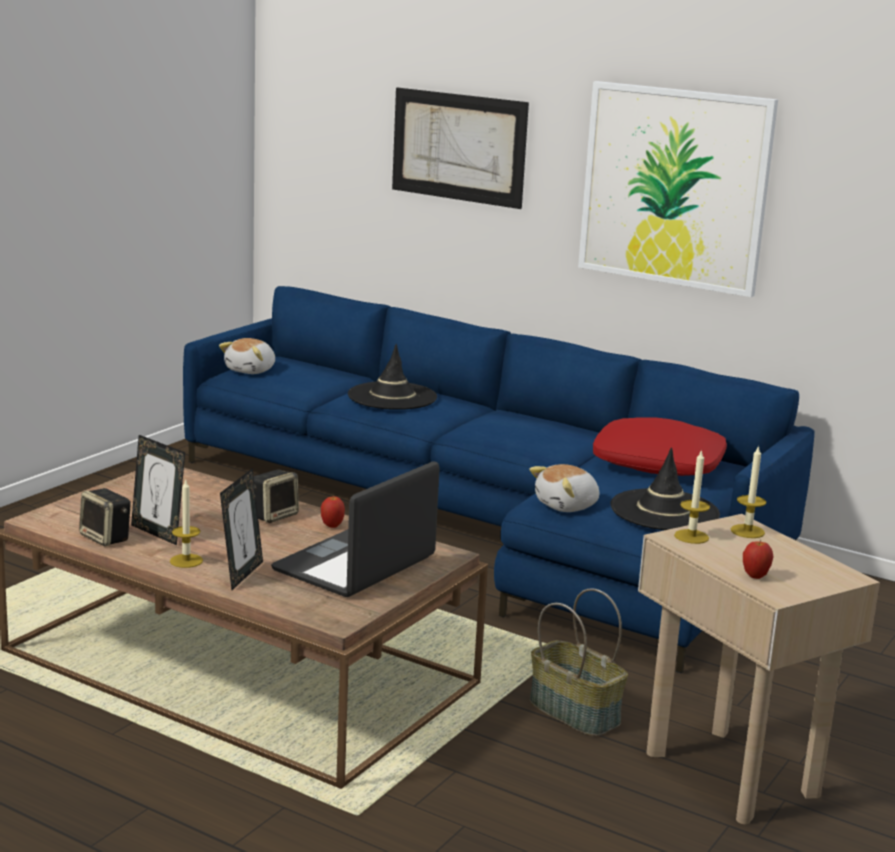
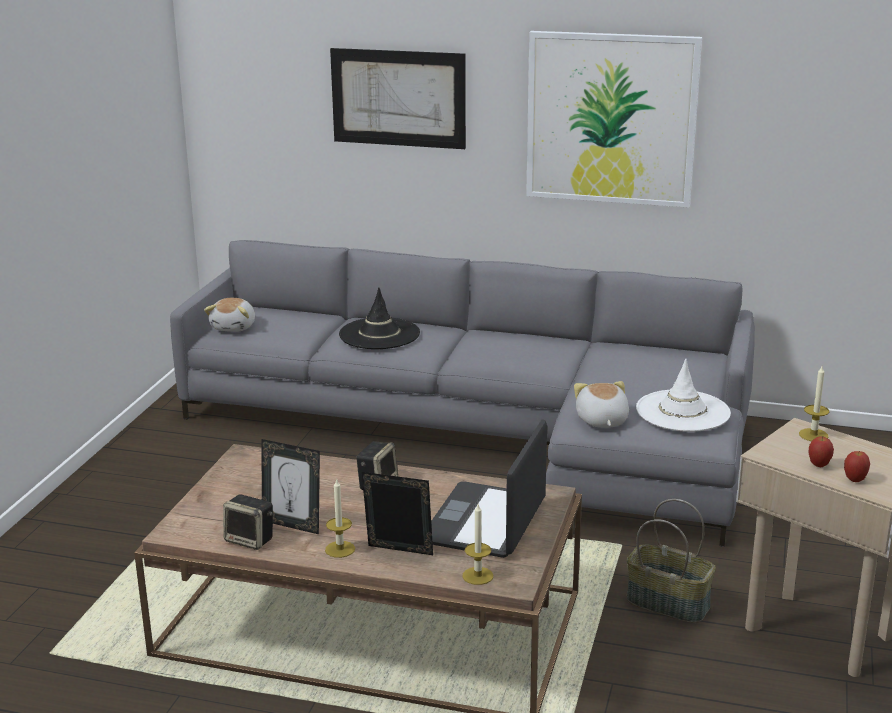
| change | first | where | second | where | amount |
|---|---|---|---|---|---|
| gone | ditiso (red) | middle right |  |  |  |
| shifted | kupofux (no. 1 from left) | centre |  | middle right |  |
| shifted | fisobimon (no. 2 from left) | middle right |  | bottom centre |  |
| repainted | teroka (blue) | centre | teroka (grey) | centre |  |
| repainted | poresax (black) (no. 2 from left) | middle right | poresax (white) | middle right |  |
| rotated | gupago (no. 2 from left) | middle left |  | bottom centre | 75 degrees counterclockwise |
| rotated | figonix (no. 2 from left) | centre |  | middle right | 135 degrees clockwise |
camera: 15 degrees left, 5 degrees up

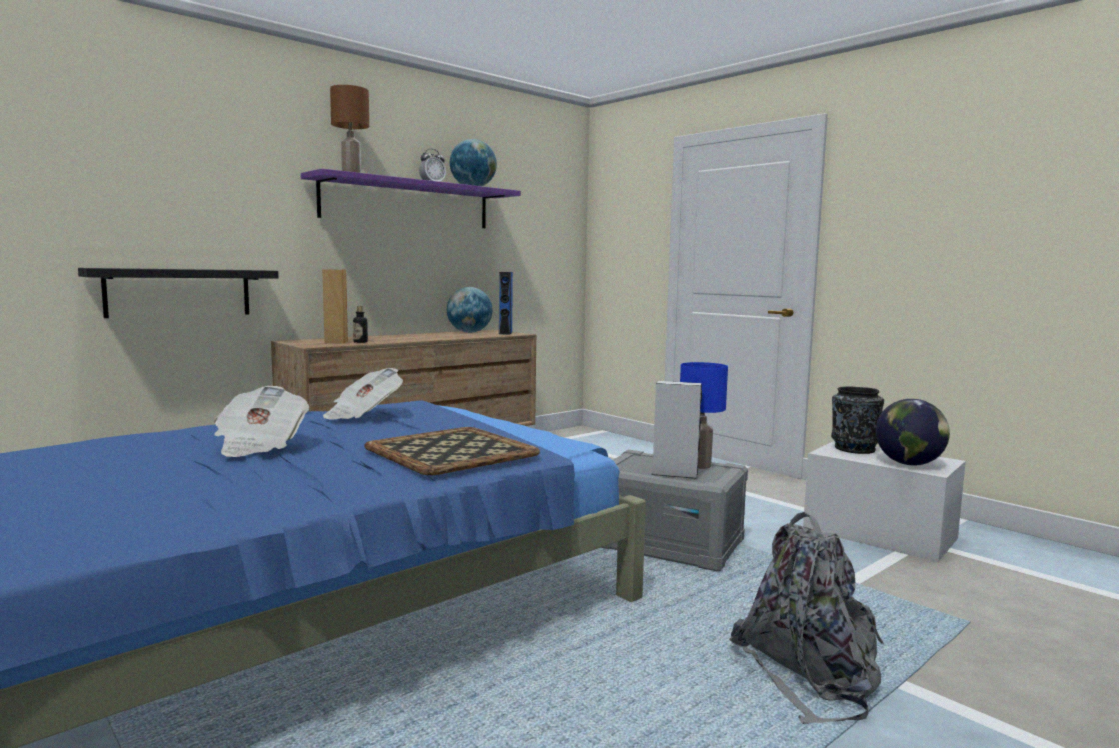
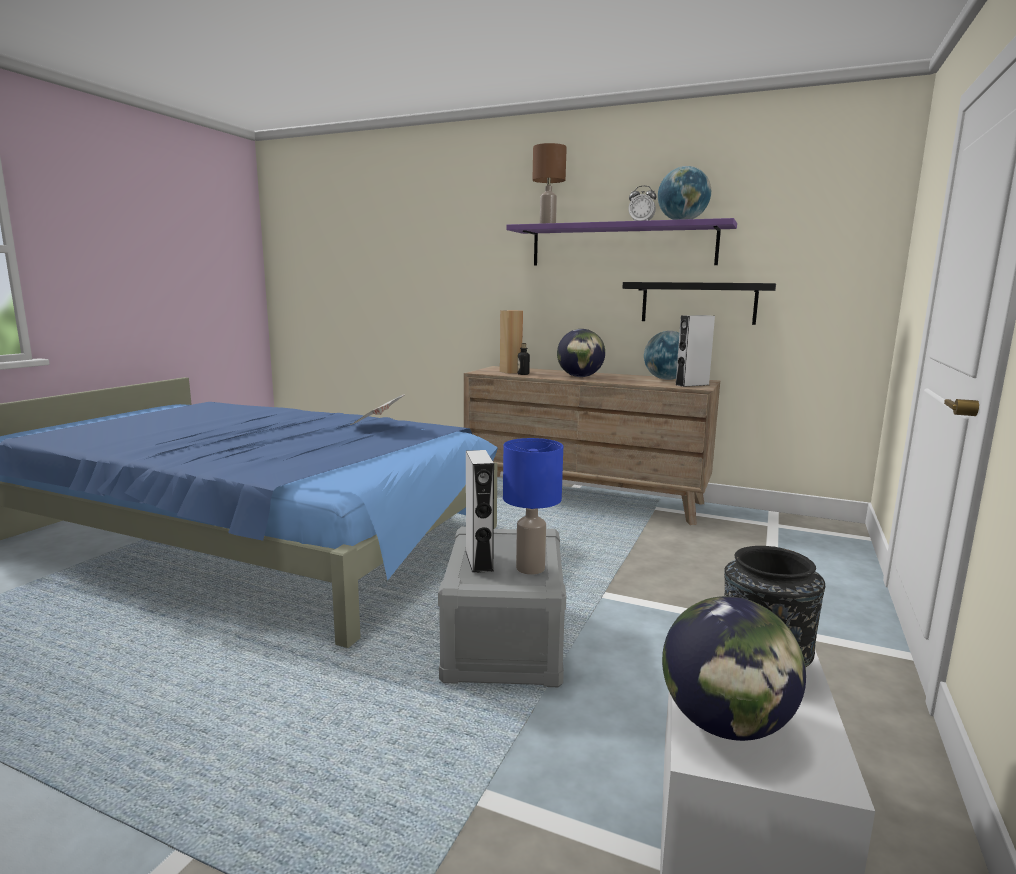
| change | first | where | second | where | amount |
|---|---|---|---|---|---|
| gone | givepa (no. 1 from left) | middle left |  |  |  |
| gone | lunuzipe | centre |  |  |  |
| gone | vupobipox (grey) | bottom right |  |  |  |
| new |  |  | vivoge (no. 1 from left) | centre |  |
| shifted | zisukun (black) | middle left |  | middle right |  |
| repainted | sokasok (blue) | centre | sokasok (grey) (no. 2 from left) | middle right |  |
camera: 65 degrees right, 5 degrees up

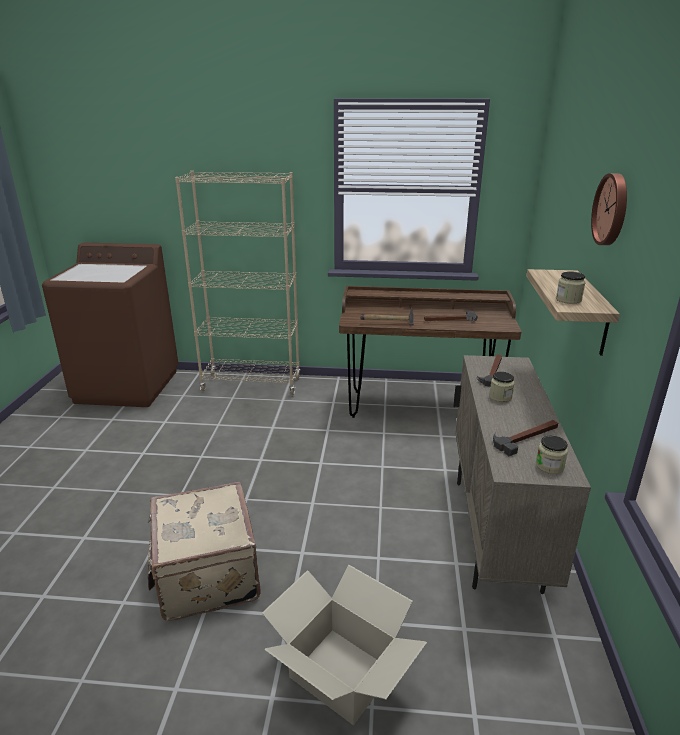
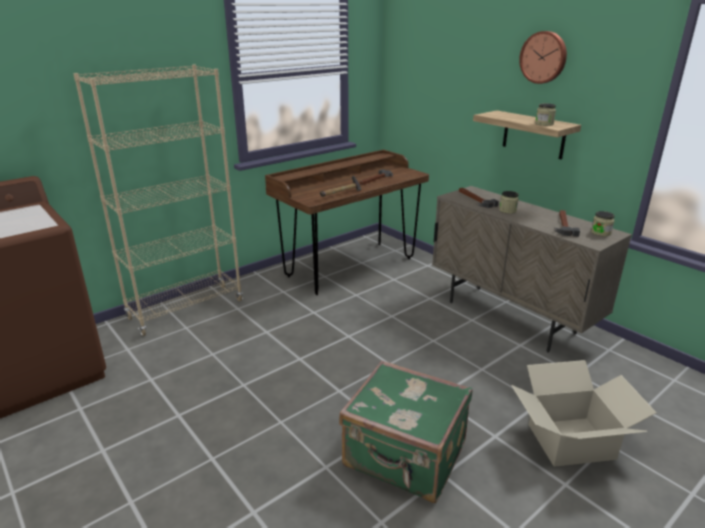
| change | first | where | second | where | amount |
|---|---|---|---|---|---|
| repainted | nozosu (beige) | bottom left | nozosu (green) | bottom centre |  |
camera: 45 degrees left, 0 degrees up

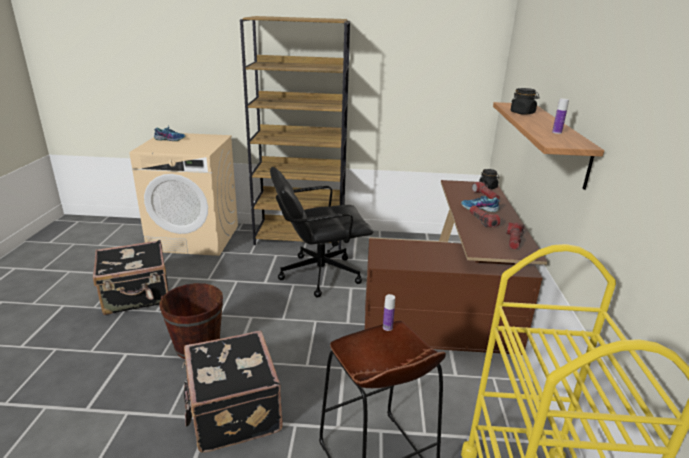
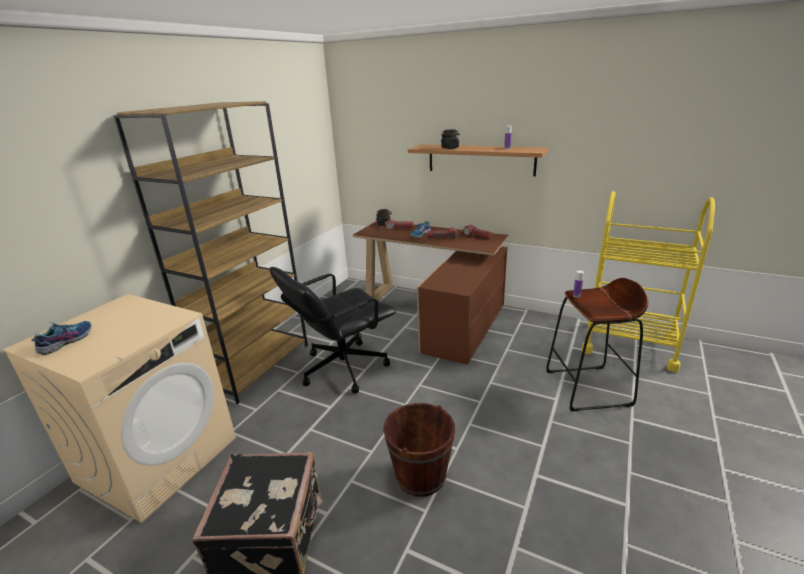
| change | first | where | second | where | amount |
|---|---|---|---|---|---|
| gone | nozosu (black) (no. 2 from left) | bottom centre |  |  |  |
| rotated | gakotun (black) | centre |  | centre | 45 degrees clockwise |
camera: 65 degrees left, 0 degrees up

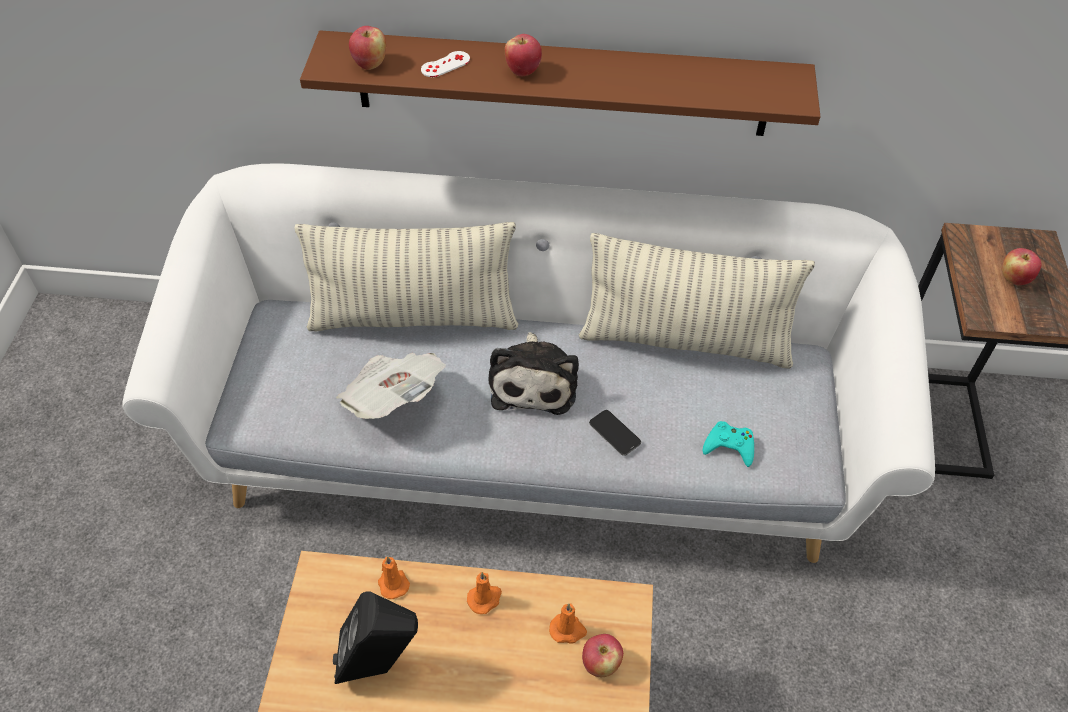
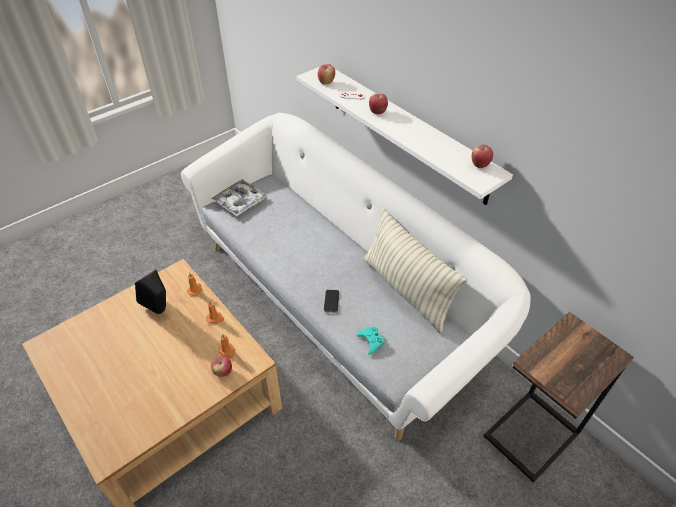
| change | first | where | second | where | amount |
|---|---|---|---|---|---|
| gone | ditiso (no. 1 from left) | centre |  |  |  |
| gone | givepa | centre |  |  |  |
| gone | figonix | centre |  |  |  |
| new |  |  | lunuzipe | centre |  |
| shifted | kupofux (no. 4 from left) | middle right |  | top right |  |
| repainted | zisukun (brown) | top centre | zisukun (white) | top centre |  |
camera: 45 degrees right, 5 degrees down

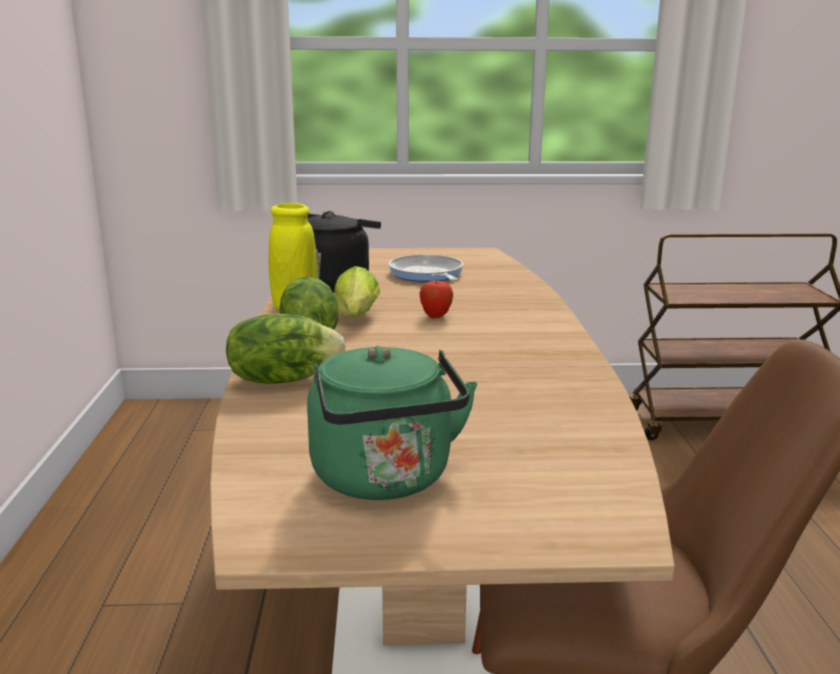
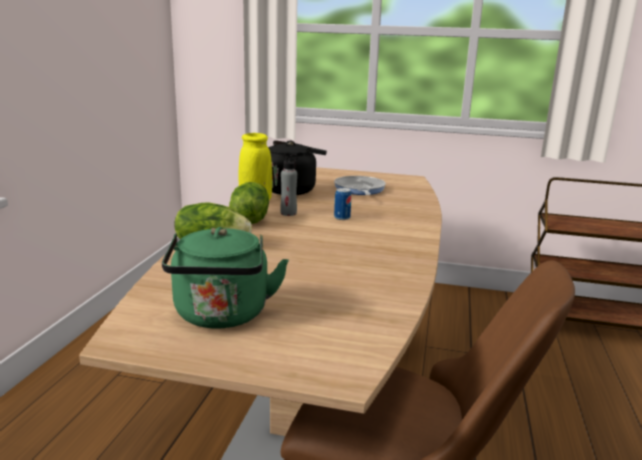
| change | first | where | second | where | amount |
|---|---|---|---|---|---|
| swapped | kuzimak (no. 3 from left) | centre | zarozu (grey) | centre |  |
| swapped | kupofux | centre | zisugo | centre |  |
camera: 15 degrees right, 0 degrees up

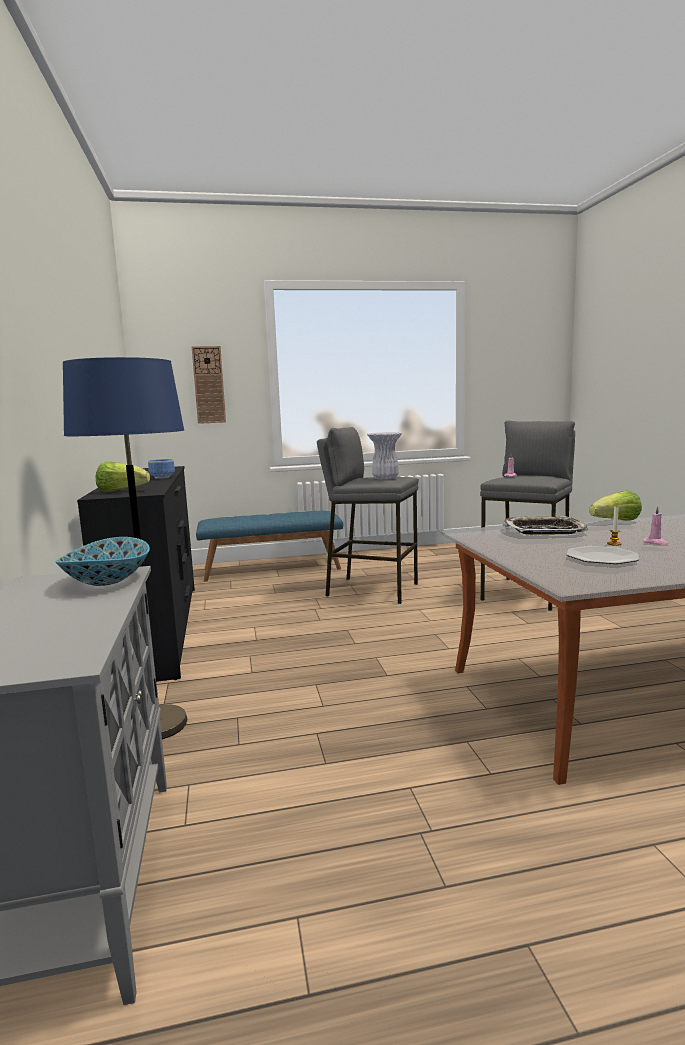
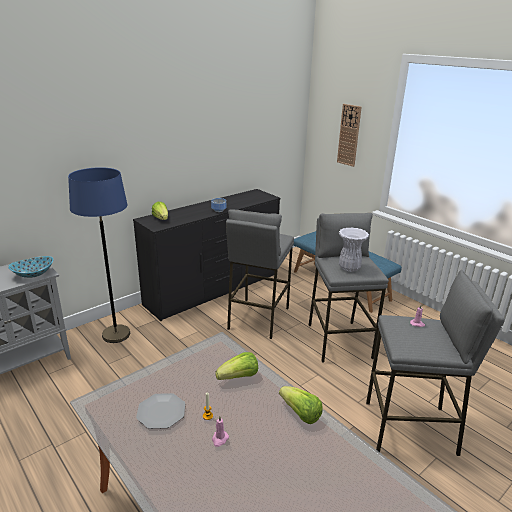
| change | first | where | second | where | amount |
|---|---|---|---|---|---|
| new |  |  | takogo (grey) (no. 1 from left) | centre |  |
| swapped | lunuzipe | middle right | kuzimak (no. 2 from left) | bottom centre |  |
camera: 60 degrees right, 15 degrees up

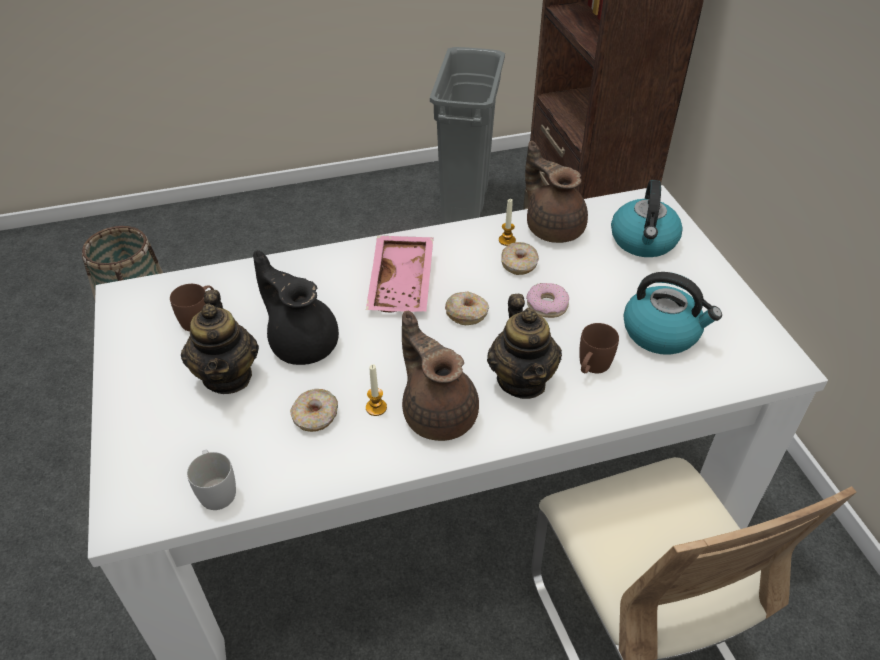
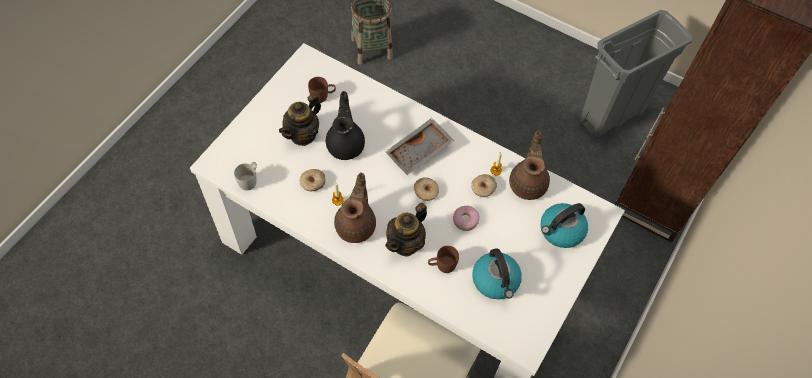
| change | first | where | second | where | amount |
|---|---|---|---|---|---|
| repainted | lunuzipe (pink) | centre | lunuzipe (grey) | centre |  |
camera: 45 degrees right, 15 degrees up

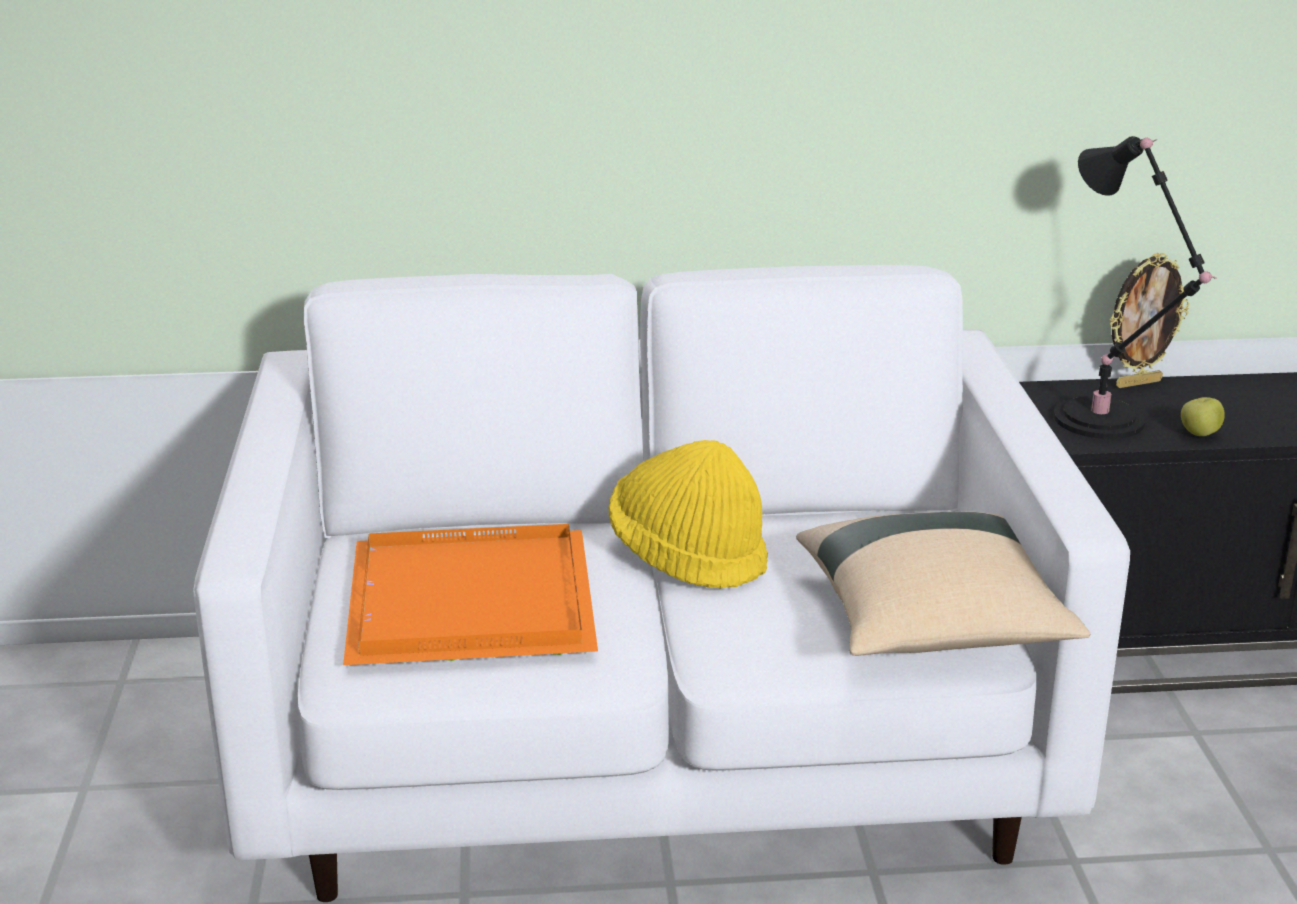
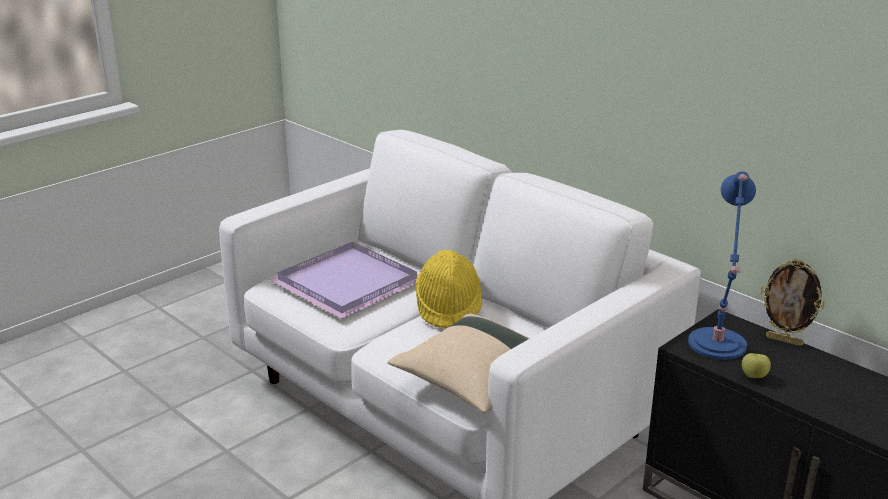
| change | first | where | second | where | amount |
|---|---|---|---|---|---|
| repainted | lunuzipe (orange) | centre | lunuzipe (purple) | centre |  |
| repainted | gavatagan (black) | top right | gavatagan (blue) | middle right |  |
camera: 50 degrees right, 0 degrees up

